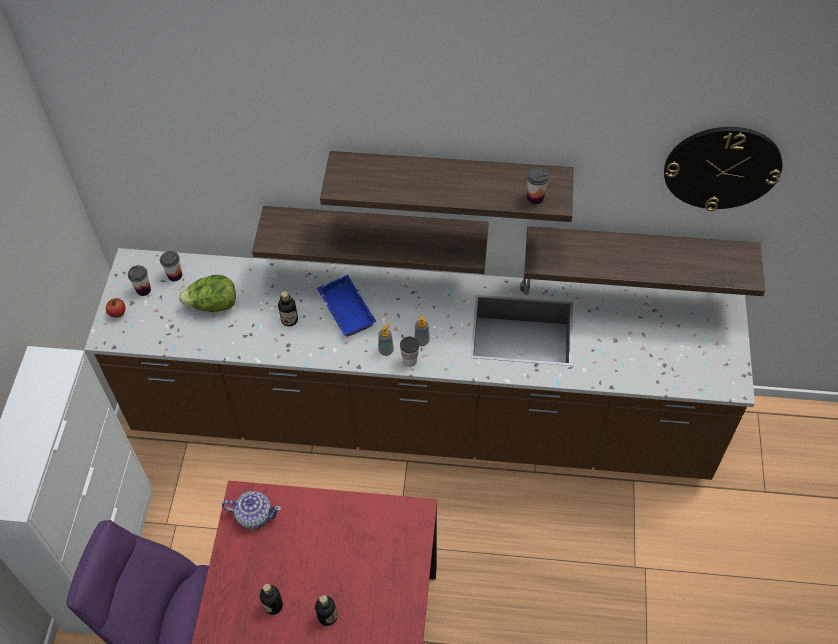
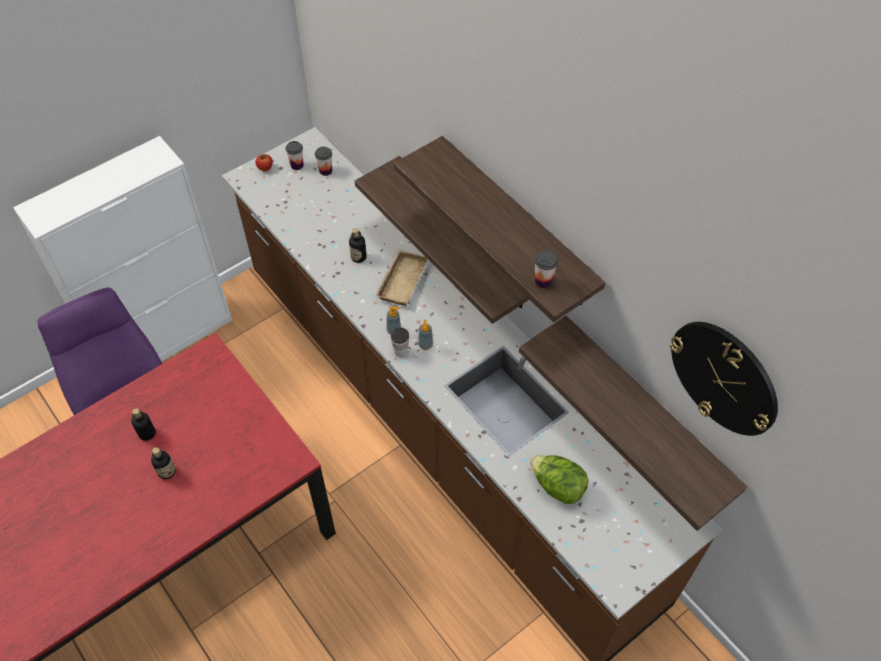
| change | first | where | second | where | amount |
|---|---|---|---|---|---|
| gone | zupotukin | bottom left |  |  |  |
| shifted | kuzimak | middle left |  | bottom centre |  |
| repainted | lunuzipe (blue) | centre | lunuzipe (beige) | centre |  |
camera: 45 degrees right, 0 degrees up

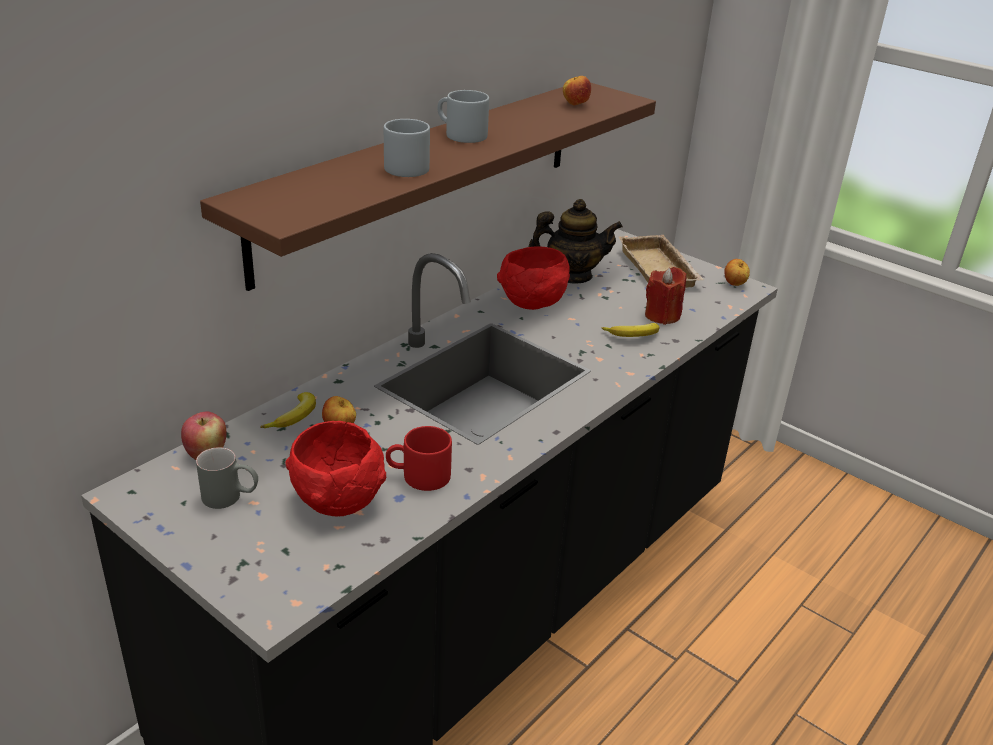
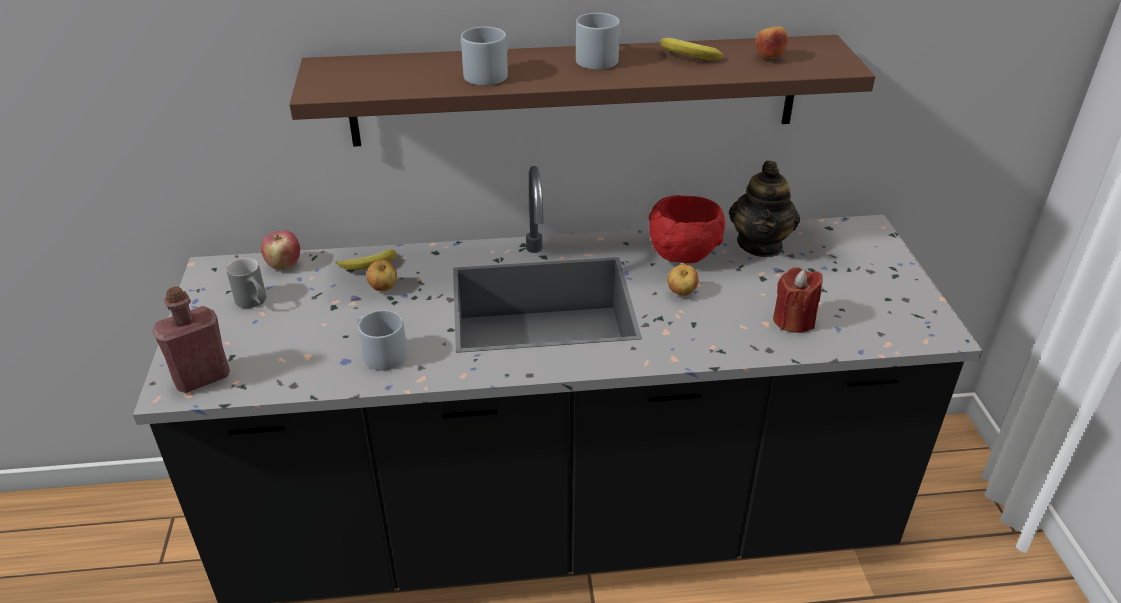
| change | first | where | second | where | amount |
|---|---|---|---|---|---|
| gone | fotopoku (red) (no. 1 from left) | centre |  |  |  |
| gone | lunuzipe (beige) | centre |  |  |  |
| new |  |  | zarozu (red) | middle left |  |
| shifted | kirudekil (no. 2 from left) | centre |  | top centre |  |
| shifted | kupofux (no. 4 from left in the first image) | middle right | kupofux (no. 3 from left) | centre |  |
| repainted | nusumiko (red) | centre | nusumiko (grey) (no. 2 from left) | centre |  |
| rotated | zupotukin | top centre |  | middle right | 60 degrees clockwise |
camera: 45 degrees right, 5 degrees up

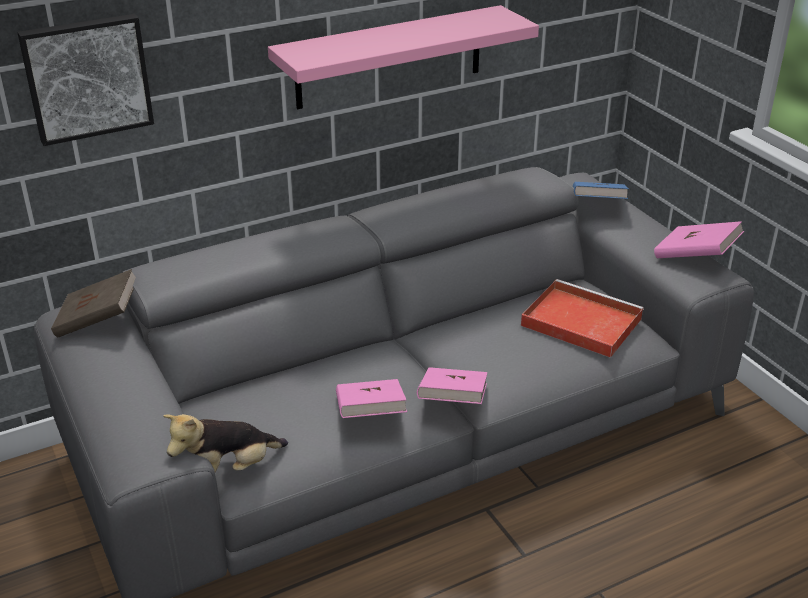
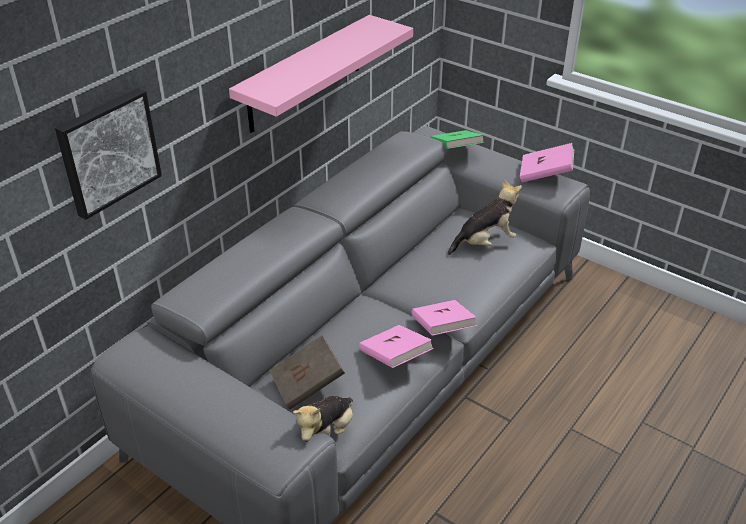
| change | first | where | second | where | amount |
|---|---|---|---|---|---|
| shifted | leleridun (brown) | middle left |  | bottom centre |  |
| swapped | lunuzipe (red) | middle right | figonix (no. 2 from left) | centre |  |
| repainted | leleridun (blue) | top right | leleridun (green) | top centre |  |
camera: 25 degrees left, 5 degrees up

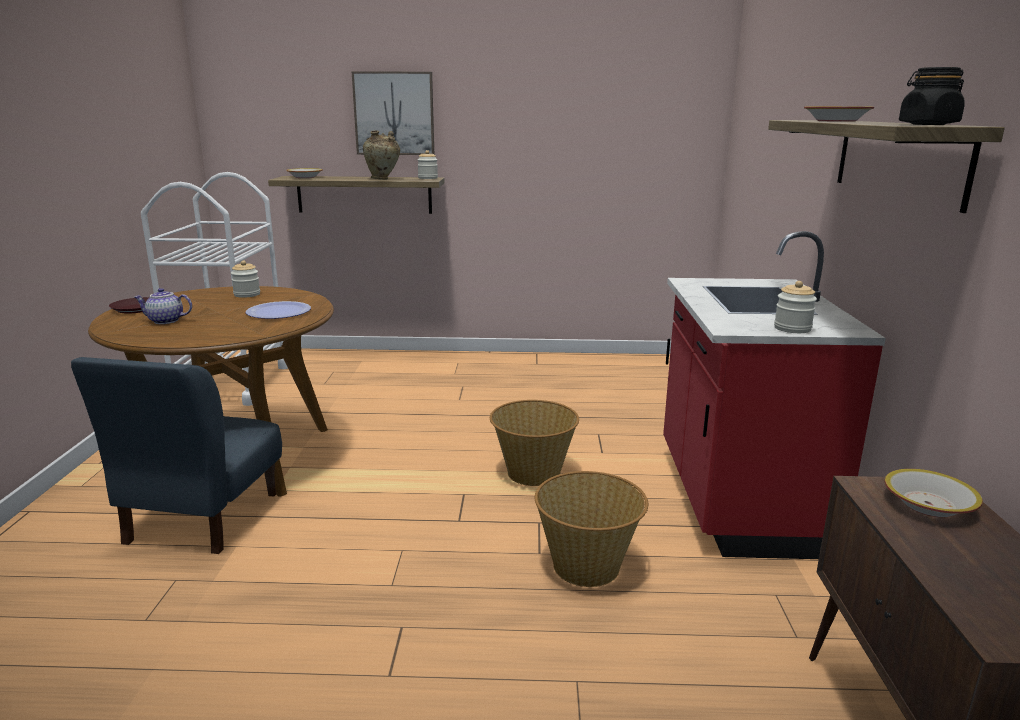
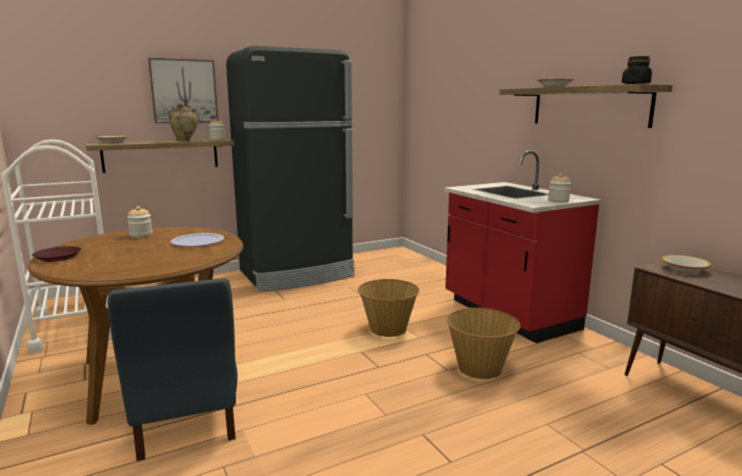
| change | first | where | second | where | amount |
|---|---|---|---|---|---|
| gone | zupotukin | middle left |  |  |  |
| new |  |  | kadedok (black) | centre |  |
camera: 30 degrees left, 5 degrees down

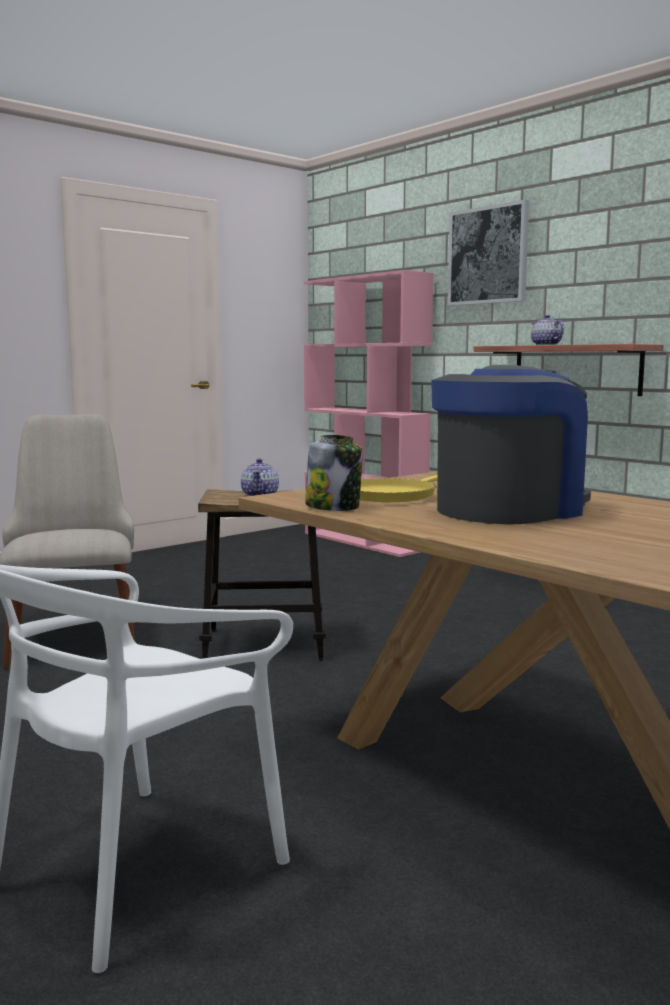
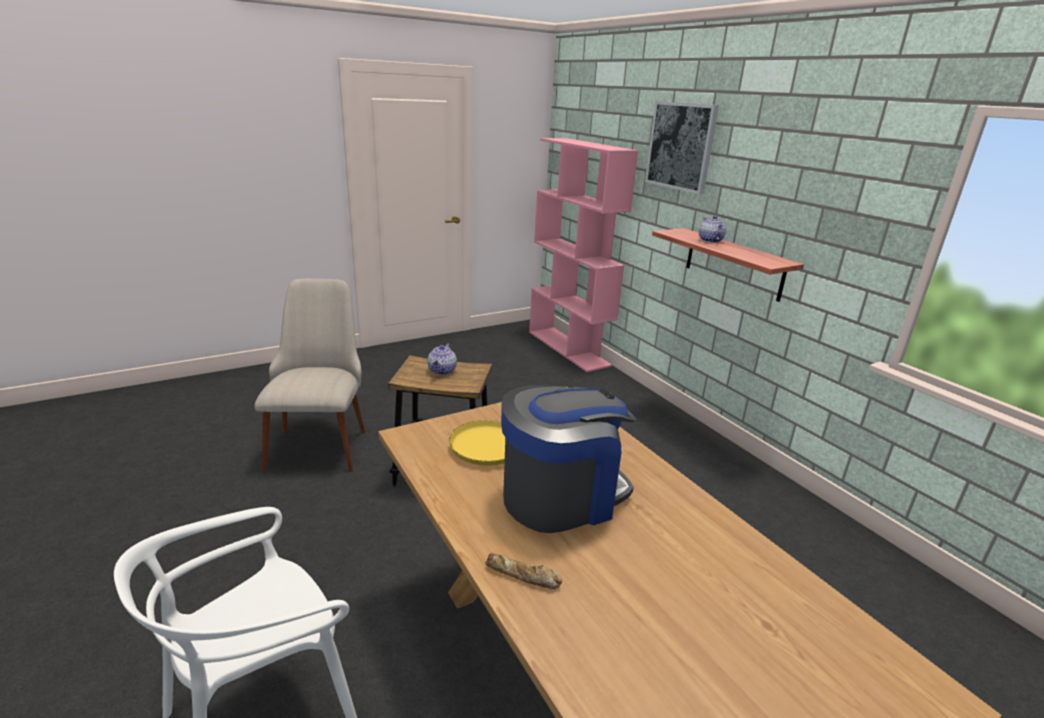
| change | first | where | second | where | amount |
|---|---|---|---|---|---|
| gone | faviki | centre |  |  |  |
| new |  |  | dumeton | bottom centre |  |
camera: 10 degrees right, 15 degrees up

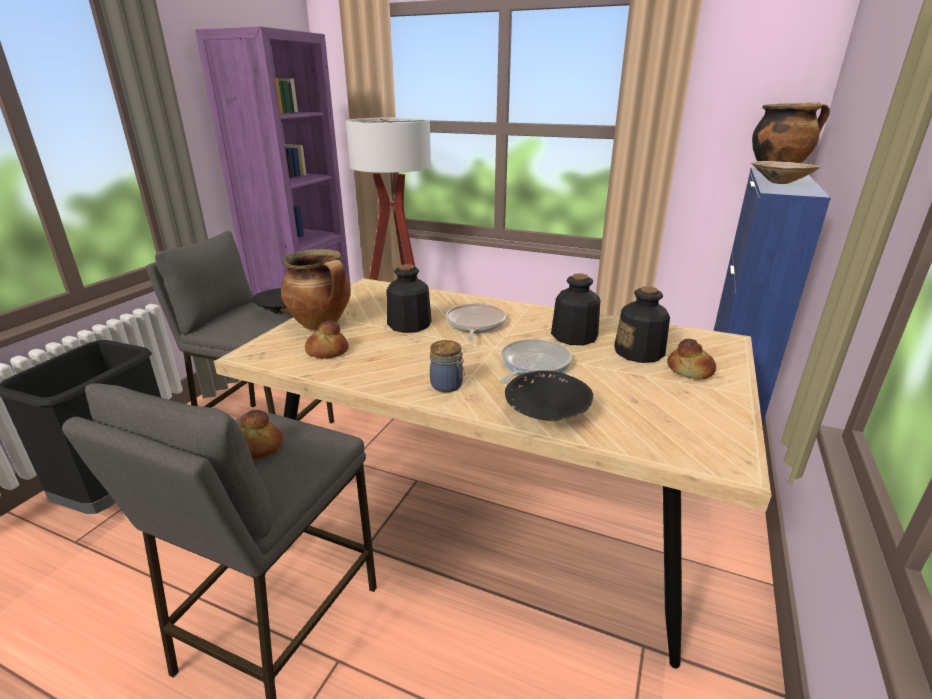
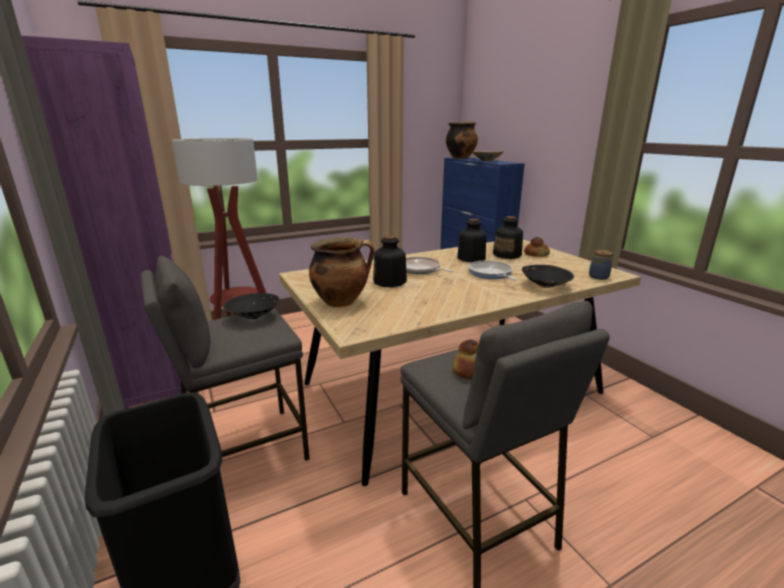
| change | first | where | second | where | amount |
|---|---|---|---|---|---|
| gone | dumeton (no. 2 from left) | centre |  |  |  |
| shifted | faviki | centre |  | middle right |  |
camera: 50 degrees left, 5 degrees down

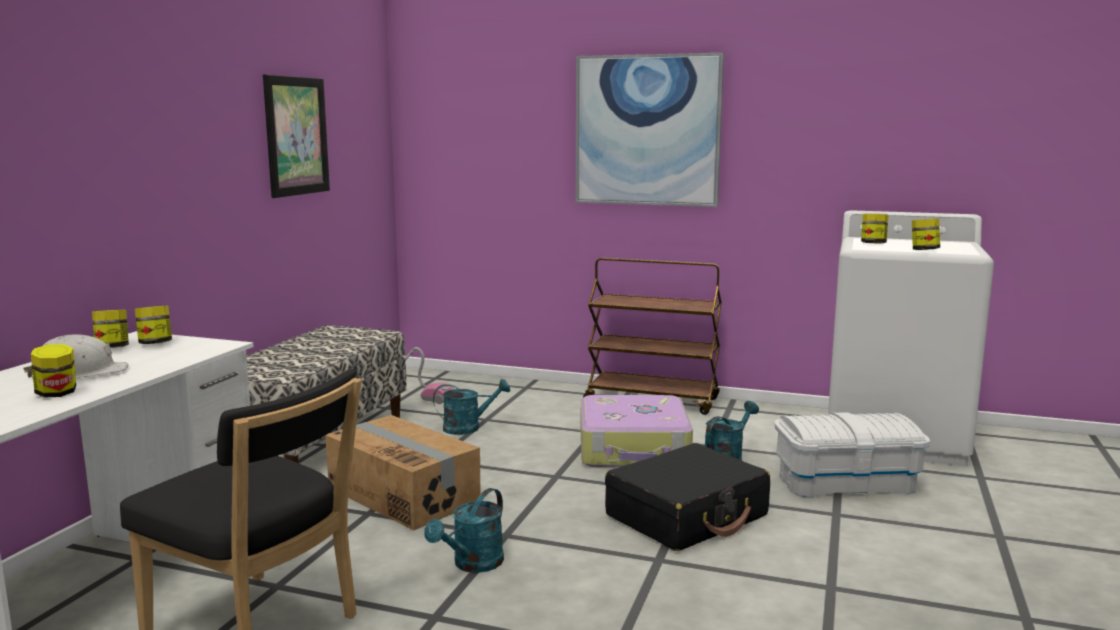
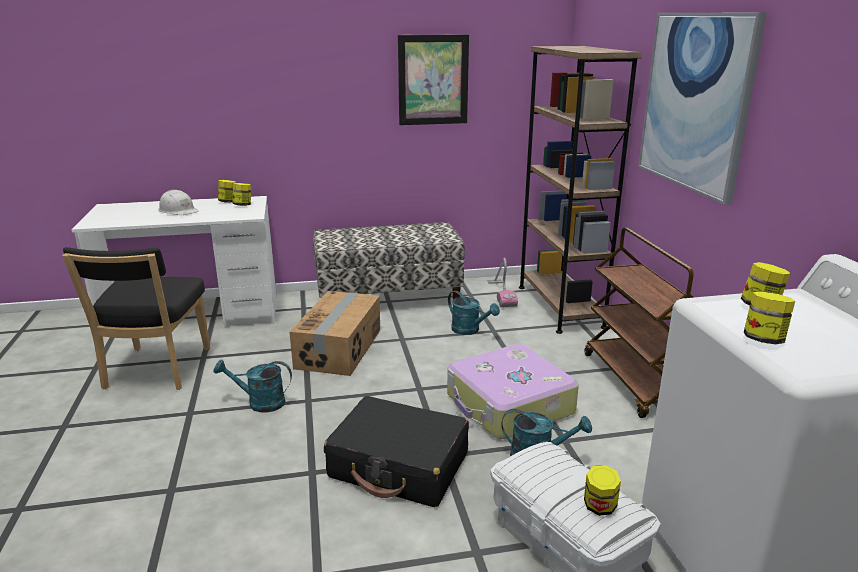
| change | first | where | second | where | amount |
|---|---|---|---|---|---|
| new |  |  | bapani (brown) | top right |  |
| shifted | faviki (no. 1 from left in the first image) | middle left | faviki (no. 3 from left) | bottom right |  |
camera: 60 degrees right, 10 degrees up

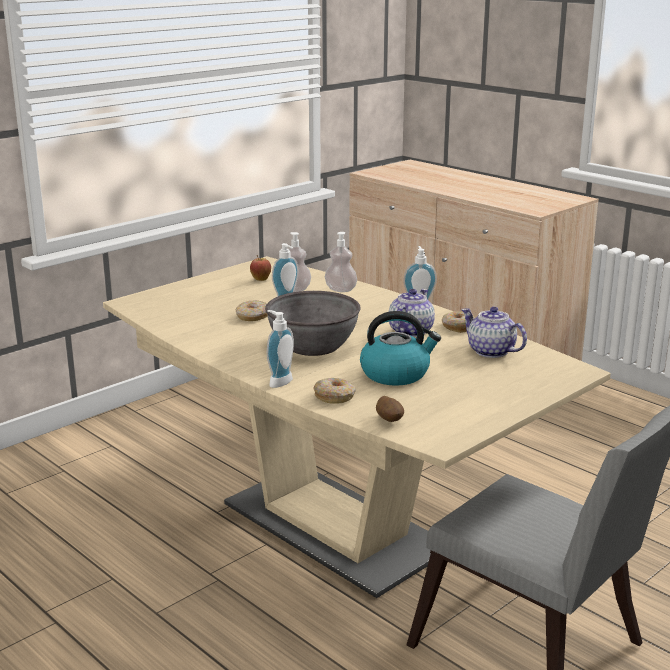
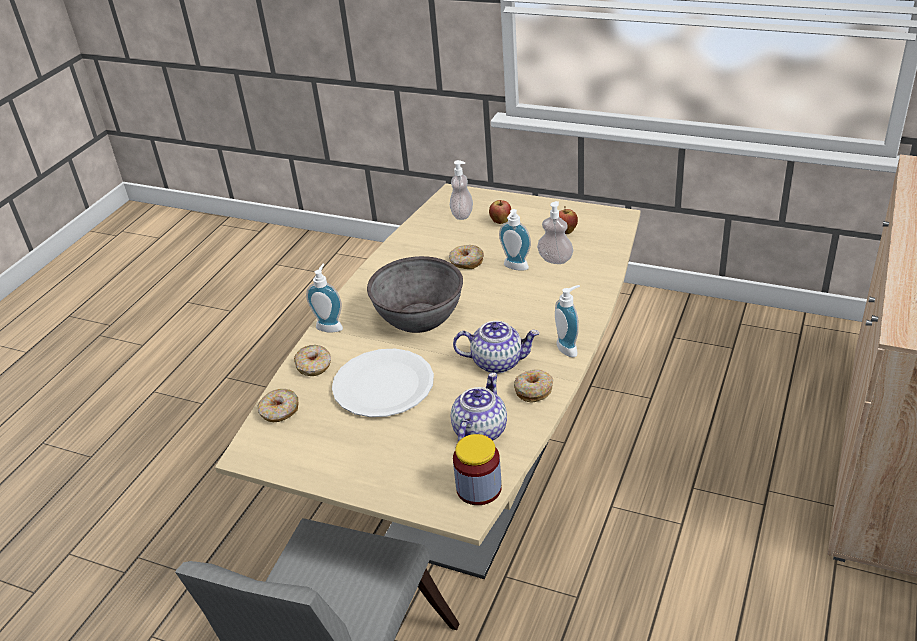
| change | first | where | second | where | amount |
|---|---|---|---|---|---|
| new |  |  | faviki | bottom centre |  |
| new |  |  | kupofux (no. 1 from left) | top centre |  |
| shifted | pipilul (no. 4 from left in the first image) | centre | pipilul (no. 2 from left) | top centre |  |
| swapped | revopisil | centre | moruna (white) | centre |  |
| swapped | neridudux | centre | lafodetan (no. 1 from left) | middle left |  |
camera: 70 degrees right, 15 degrees up

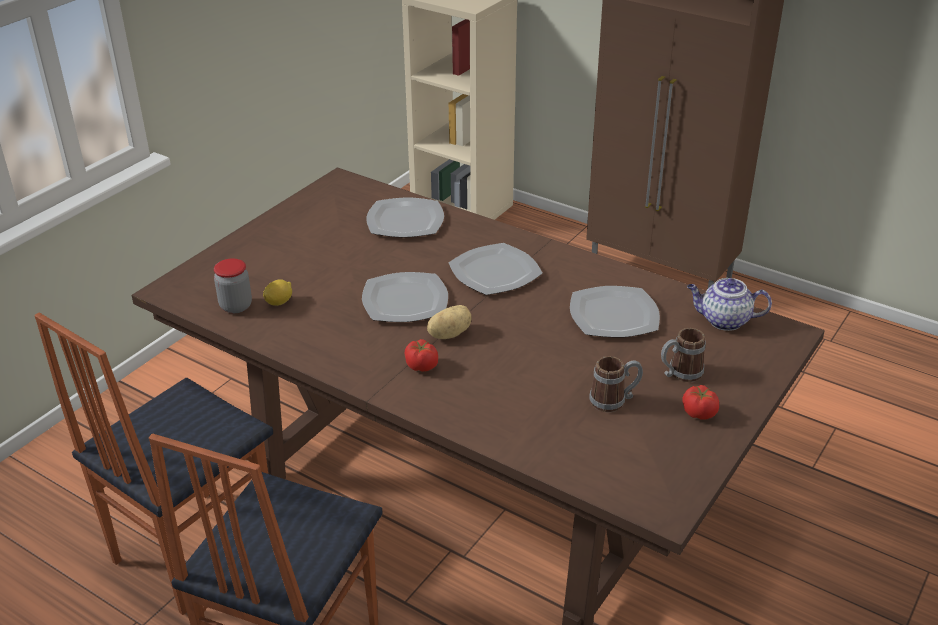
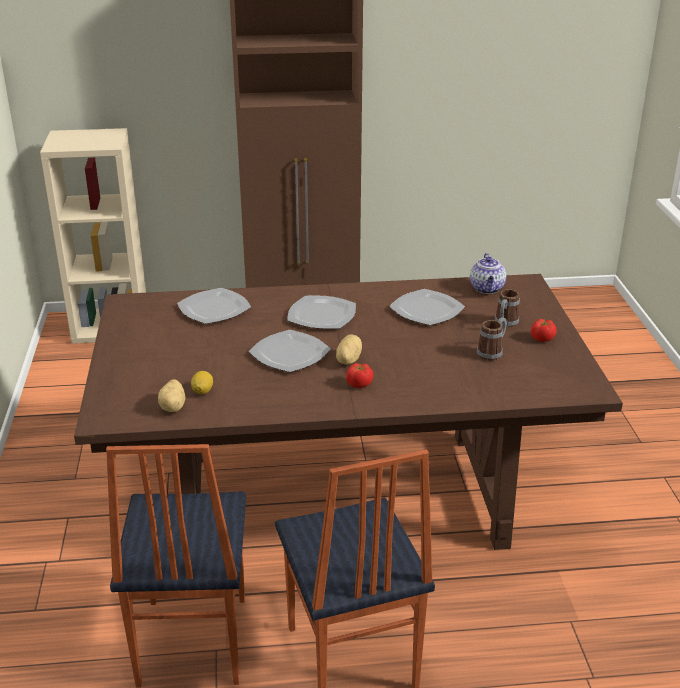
| change | first | where | second | where | amount |
|---|---|---|---|---|---|
| swapped | faviki | middle left | neridudux (no. 1 from left) | middle left |  |
| rotated | zupotukin | middle right |  | middle right | 60 degrees counterclockwise |
camera: 40 degrees left, 5 degrees down

